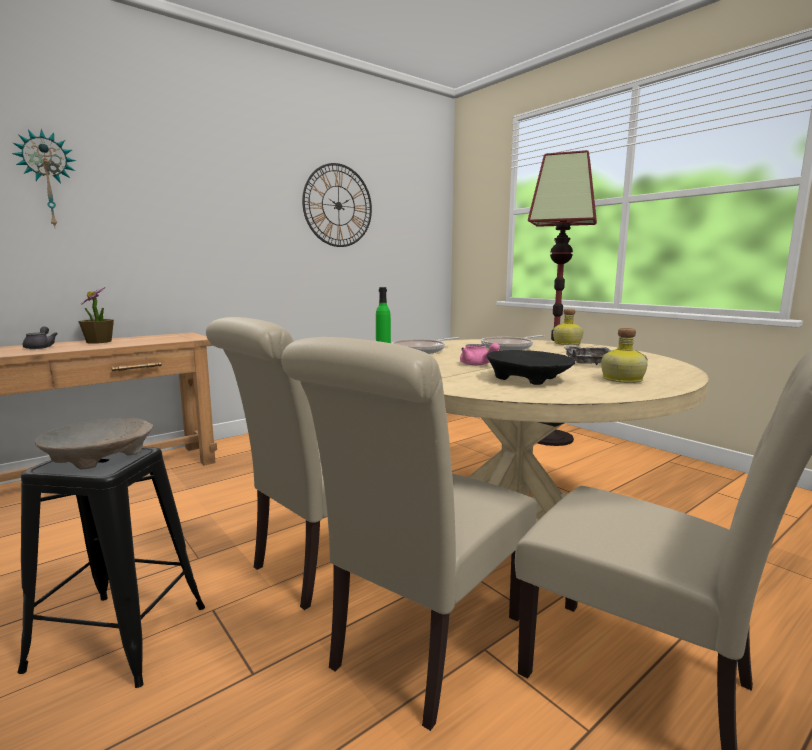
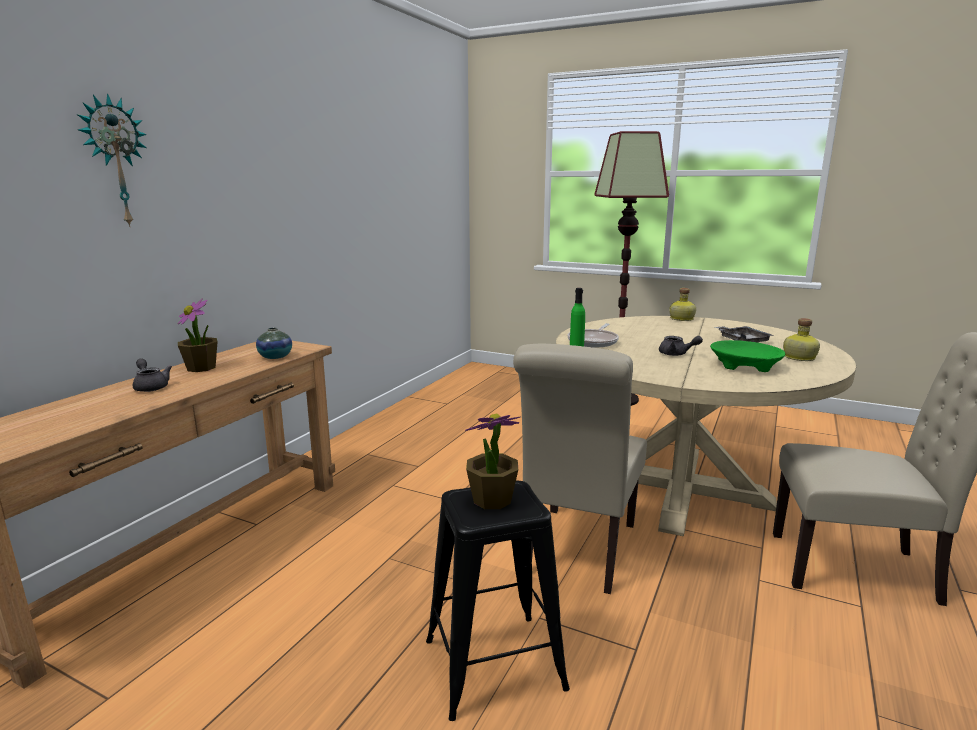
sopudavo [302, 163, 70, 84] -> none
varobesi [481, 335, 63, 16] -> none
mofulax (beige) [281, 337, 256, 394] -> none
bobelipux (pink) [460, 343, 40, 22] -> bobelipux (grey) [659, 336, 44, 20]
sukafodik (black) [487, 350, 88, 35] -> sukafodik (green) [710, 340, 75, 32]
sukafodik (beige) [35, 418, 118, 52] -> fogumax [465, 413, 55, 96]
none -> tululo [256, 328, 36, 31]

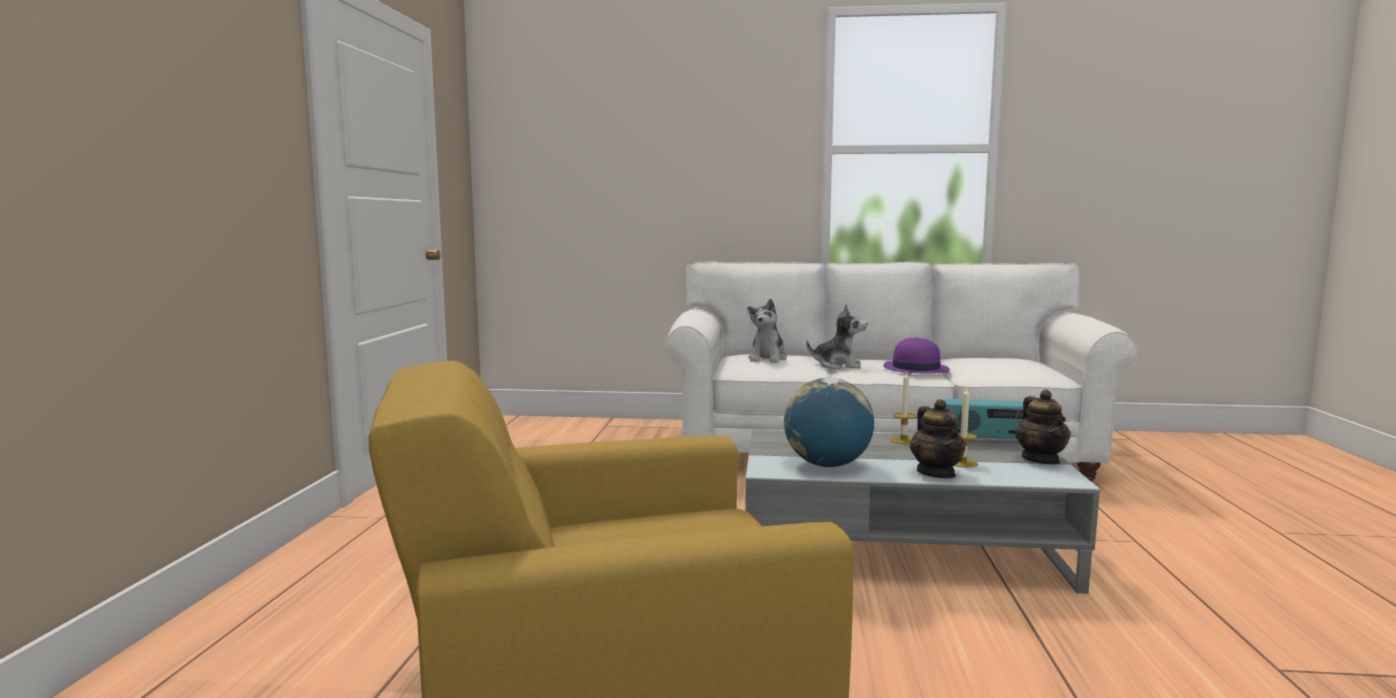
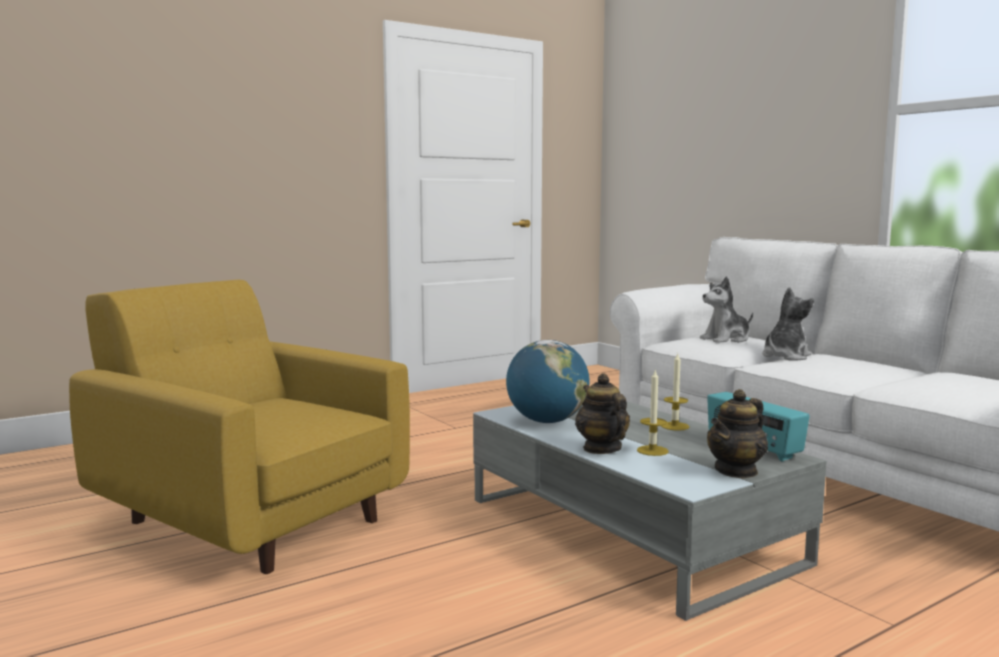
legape [806, 304, 61, 65] -> legape [762, 287, 52, 74], 105 degrees counterclockwise
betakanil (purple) [883, 337, 67, 36] -> none
bobelipux [910, 399, 56, 79] -> bobelipux [575, 373, 55, 81], 120 degrees clockwise

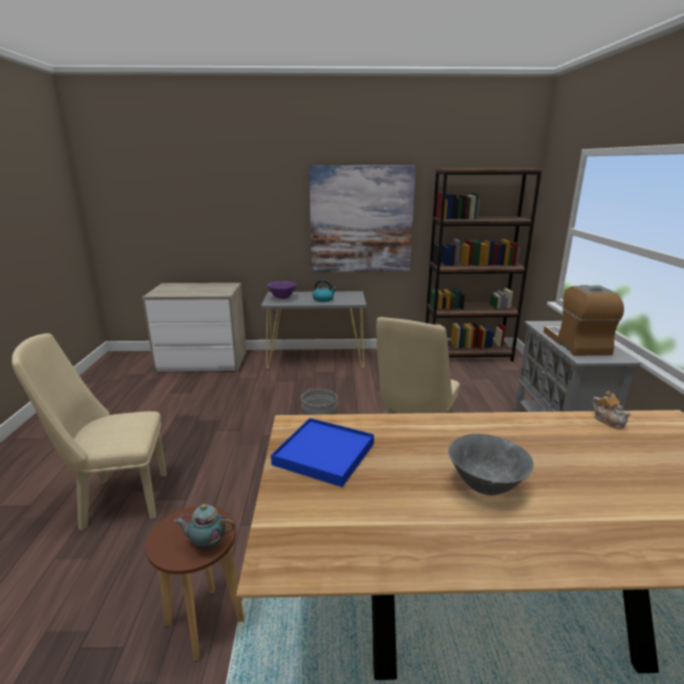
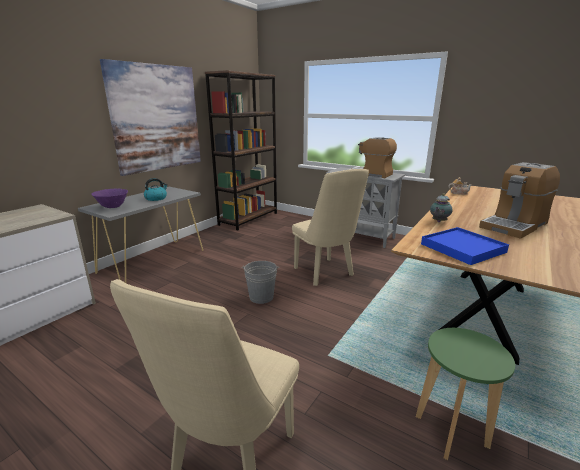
sukafodik (grey) [448, 434, 86, 61] -> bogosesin [479, 162, 81, 77]
bobelipux [174, 504, 61, 47] -> bobelipux [430, 193, 23, 29], moved
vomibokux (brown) [146, 506, 98, 155] -> vomibokux (green) [416, 328, 99, 132]

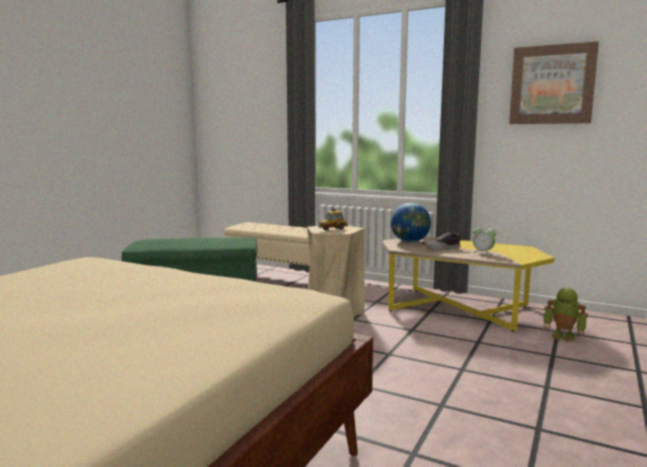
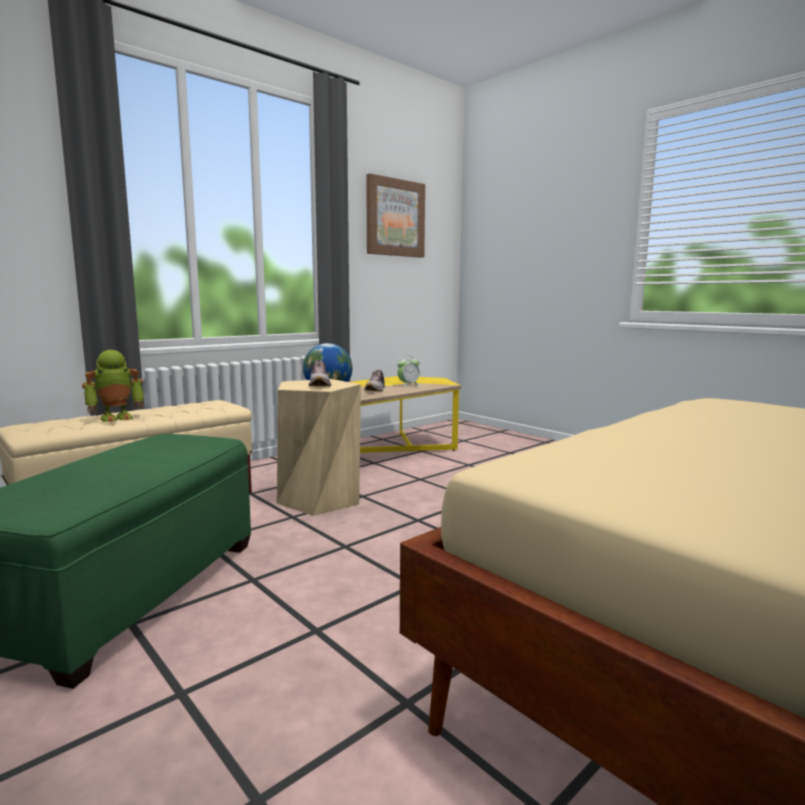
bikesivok [318, 208, 30, 22] -> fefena [309, 360, 22, 26]
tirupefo [543, 288, 45, 54] -> tirupefo [82, 350, 62, 72], moved

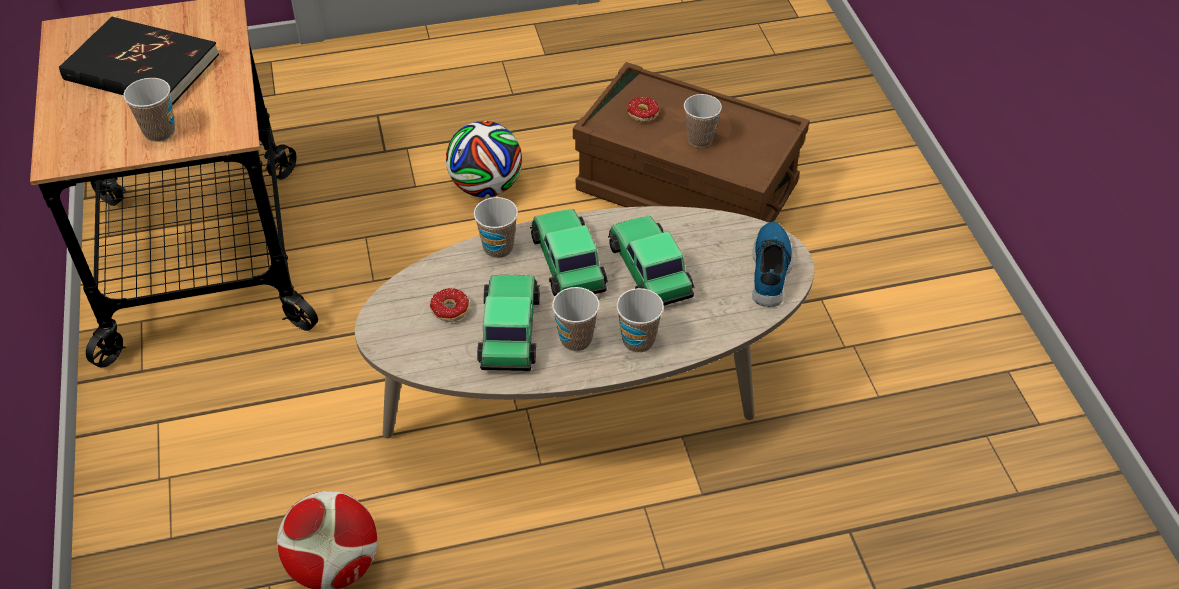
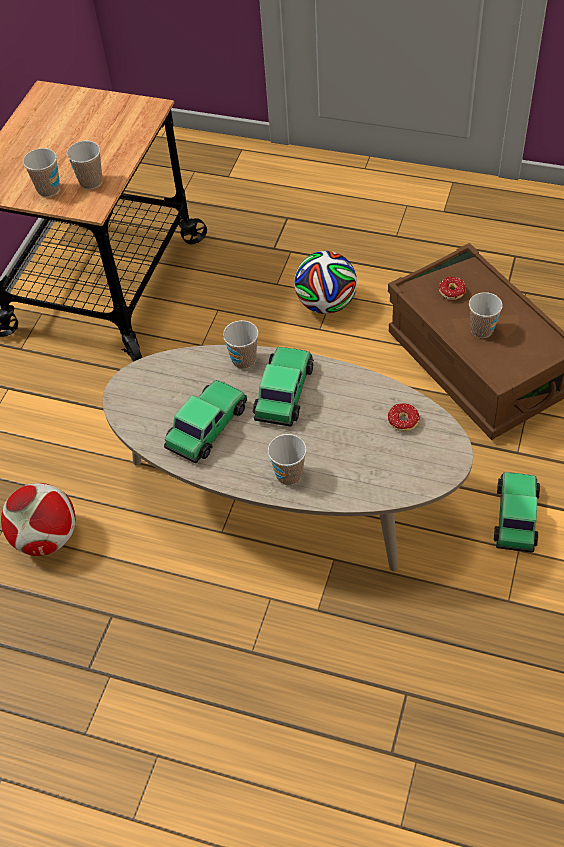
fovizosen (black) [59, 17, 160, 88] -> none
bikesivok [608, 216, 87, 89] -> bikesivok [494, 472, 46, 81], moved
fefena [752, 222, 41, 85] -> none
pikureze [552, 287, 48, 64] -> pikureze [67, 141, 35, 48], moved
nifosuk [430, 288, 39, 34] -> nifosuk [388, 404, 32, 28], moved

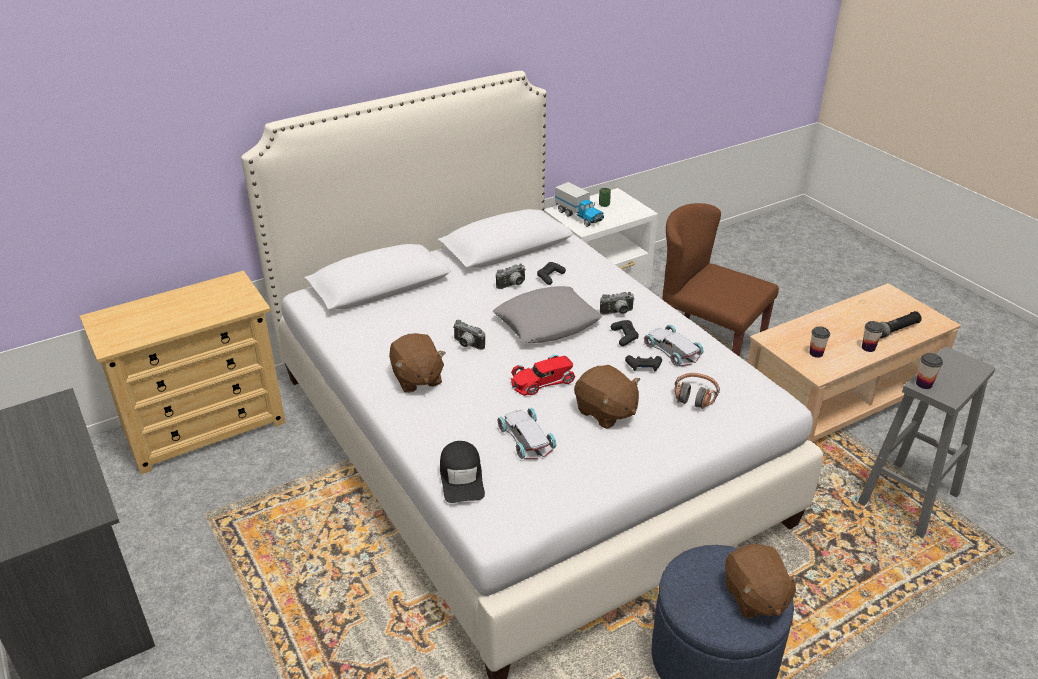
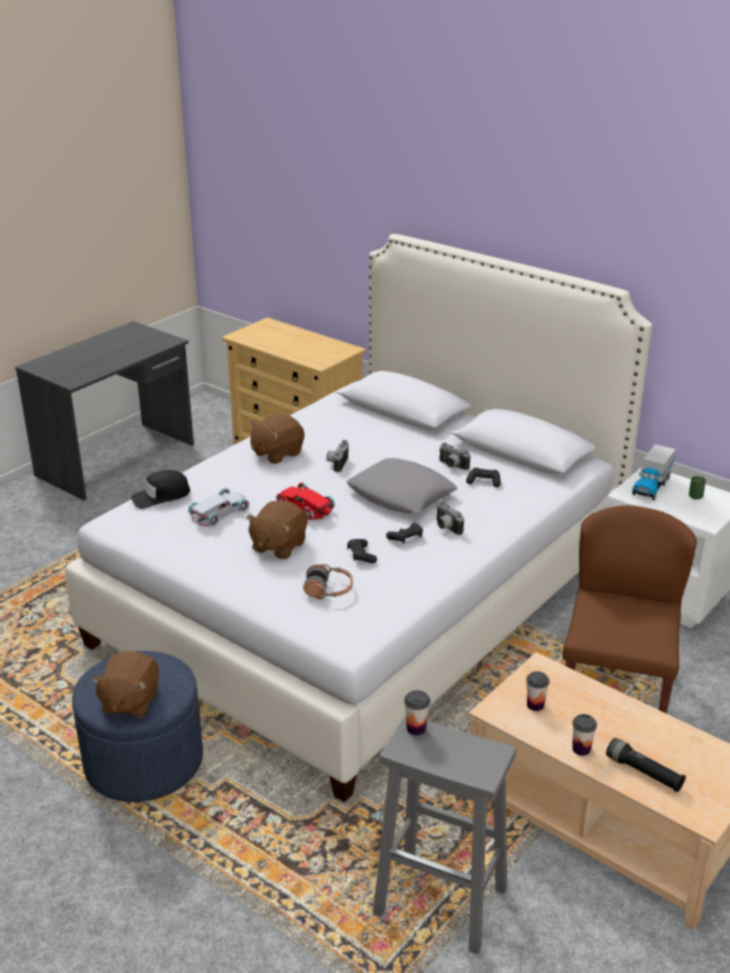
bikesivok (white) [644, 325, 60, 42] -> none
legape (brown) [725, 544, 76, 74] -> legape (brown) [91, 651, 68, 67], 45 degrees counterclockwise

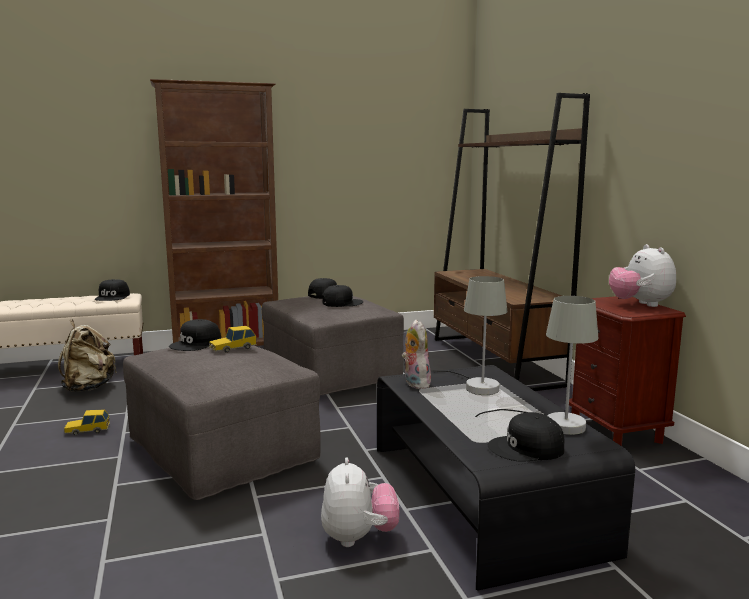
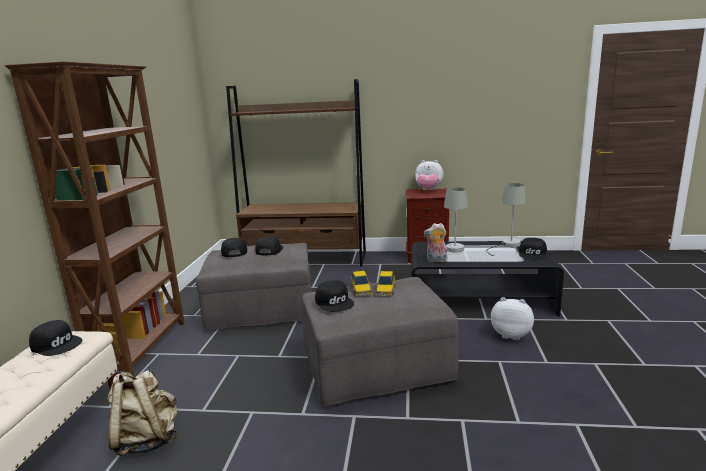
bikesivok [64, 409, 46, 26] -> bikesivok [376, 271, 20, 25], moved

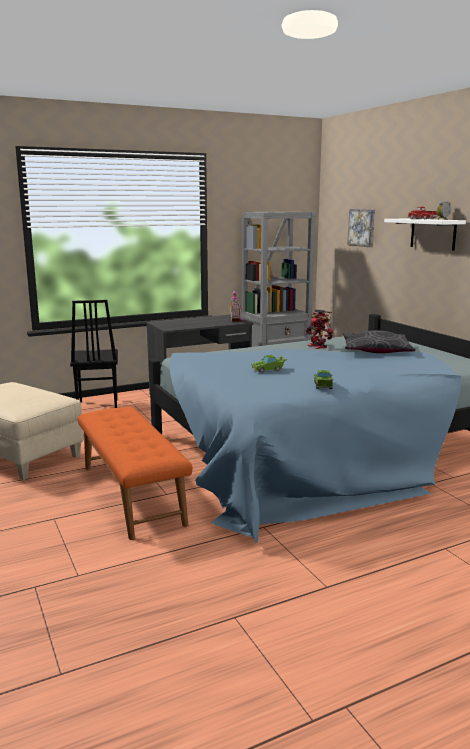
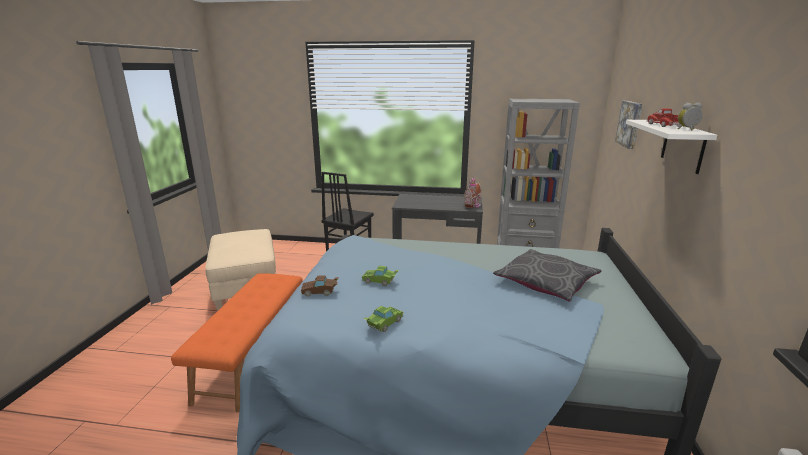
tirupefo [306, 309, 27, 40] -> none
none -> bikesivok (brown) [300, 275, 39, 22]

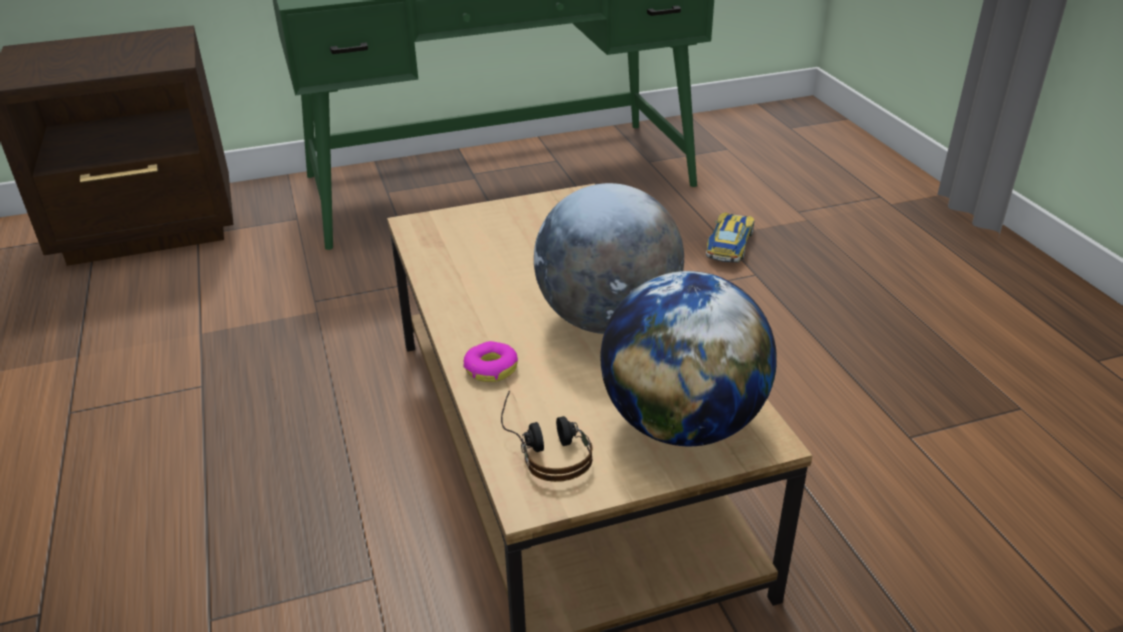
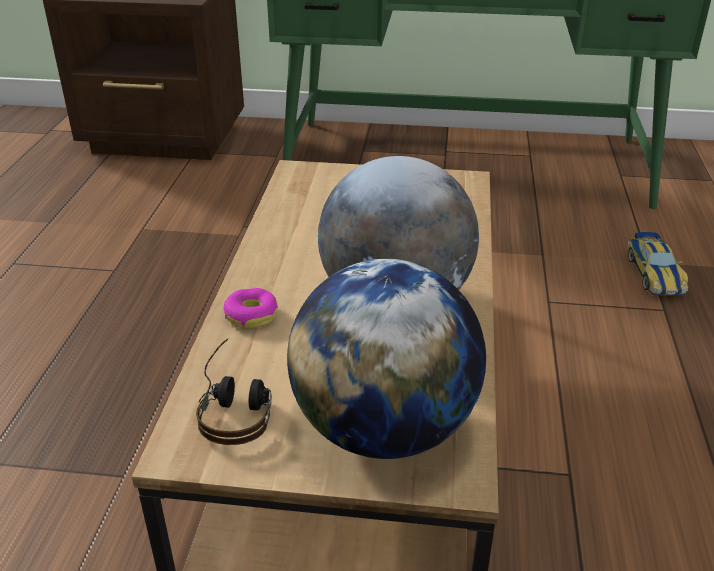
bikesivok [706, 212, 48, 50] -> bikesivok [628, 232, 60, 64], 135 degrees clockwise

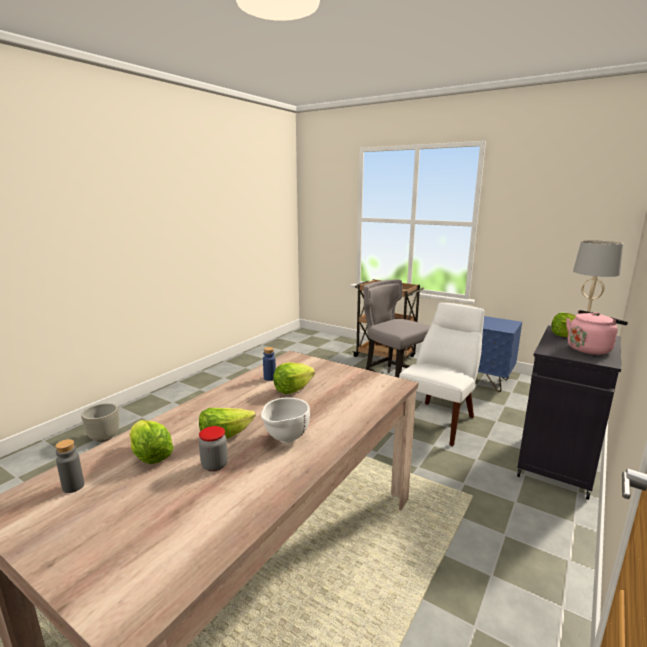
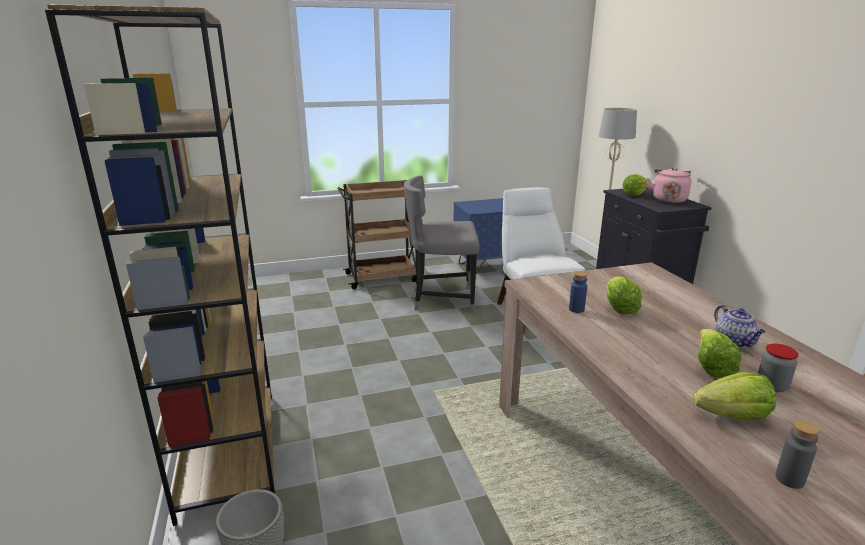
sukafodik (white) [261, 398, 49, 45] -> bobelipux [714, 305, 51, 43]
none -> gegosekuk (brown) [45, 4, 230, 522]

